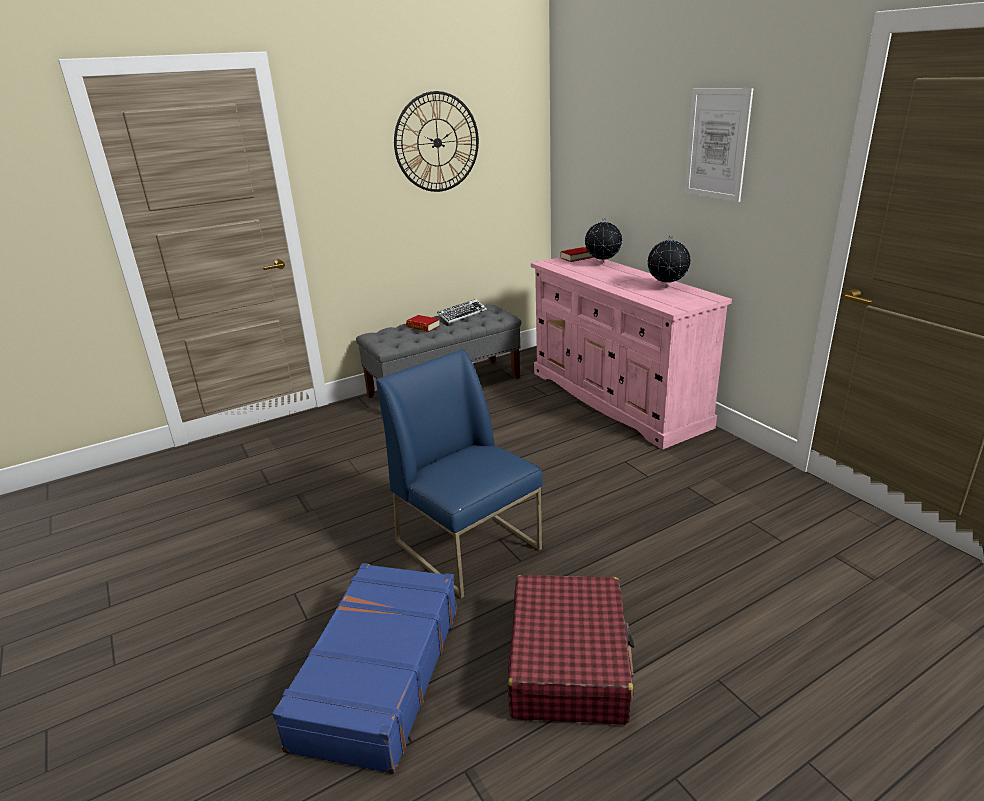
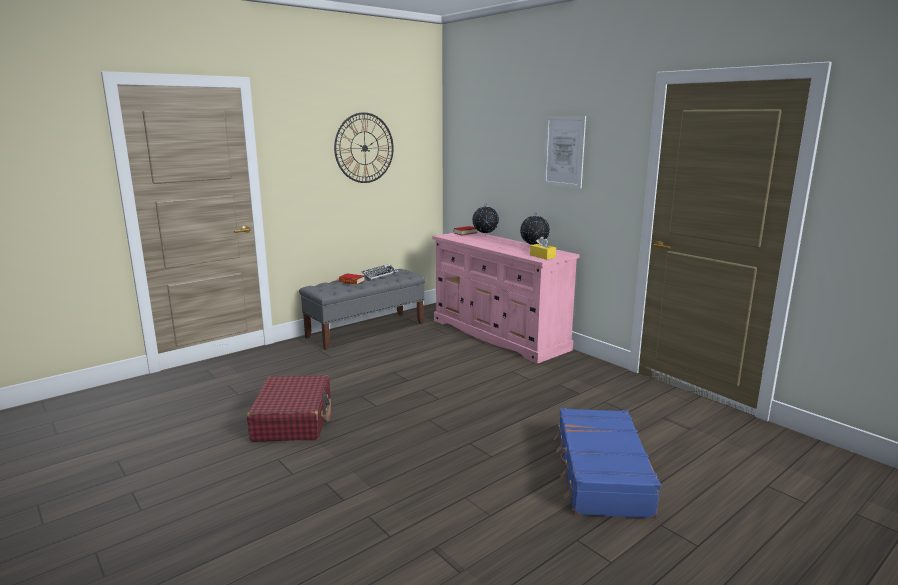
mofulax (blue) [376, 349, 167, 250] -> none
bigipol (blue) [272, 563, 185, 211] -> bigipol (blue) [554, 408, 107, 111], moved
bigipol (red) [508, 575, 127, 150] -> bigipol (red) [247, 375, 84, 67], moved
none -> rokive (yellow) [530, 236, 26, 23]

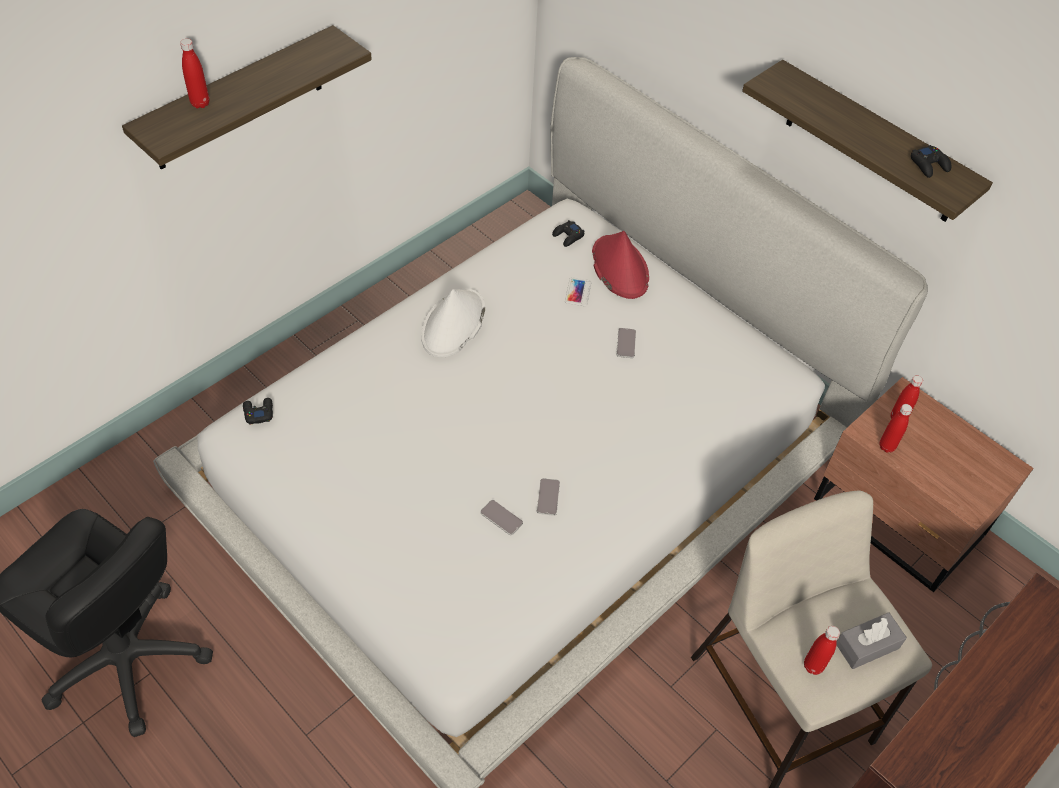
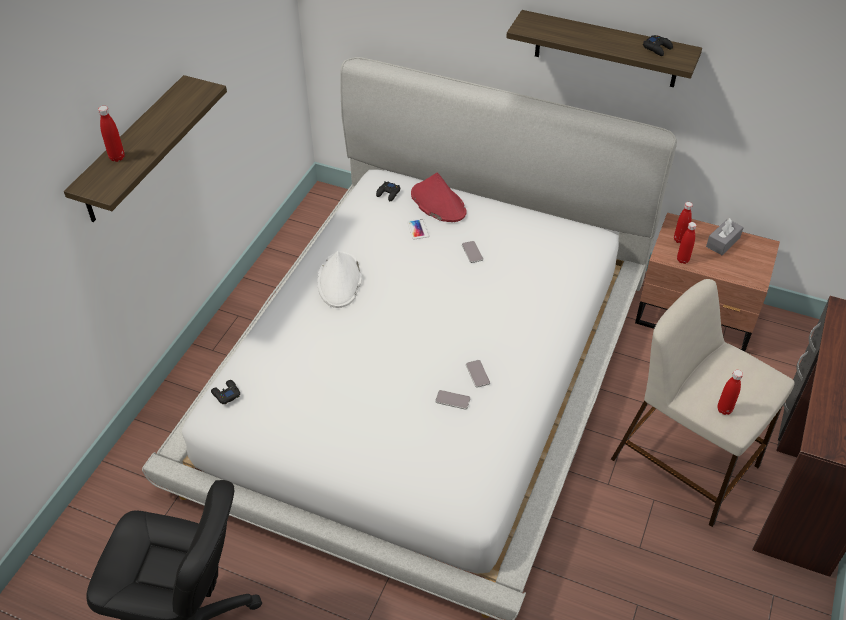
rokive (grey) [836, 612, 71, 57] -> rokive (grey) [706, 218, 38, 37], moved

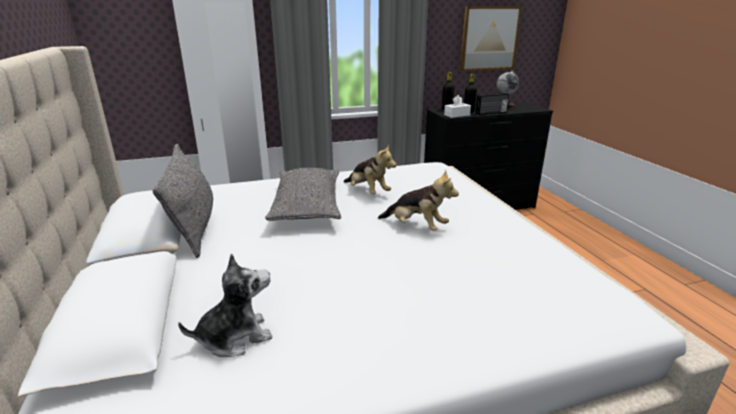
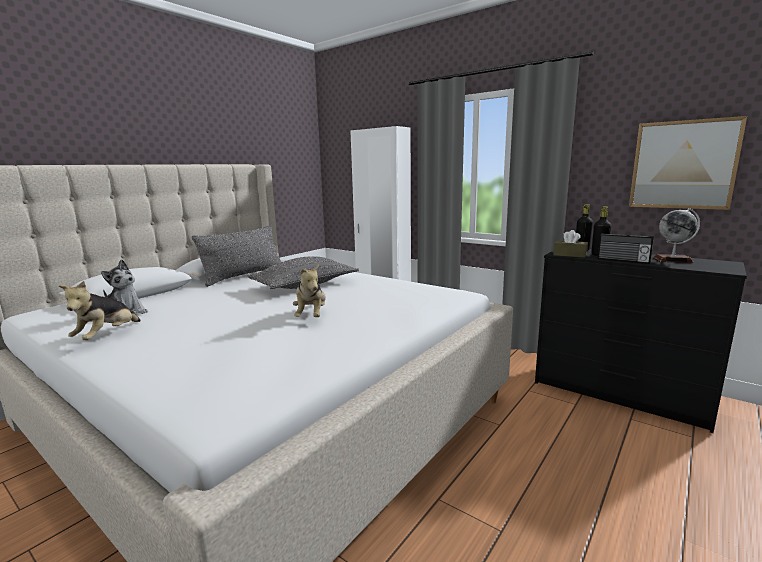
rokive (white) [444, 95, 27, 23] -> rokive (brown) [553, 230, 35, 28]
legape [344, 145, 52, 49] -> legape [59, 281, 82, 59], moved

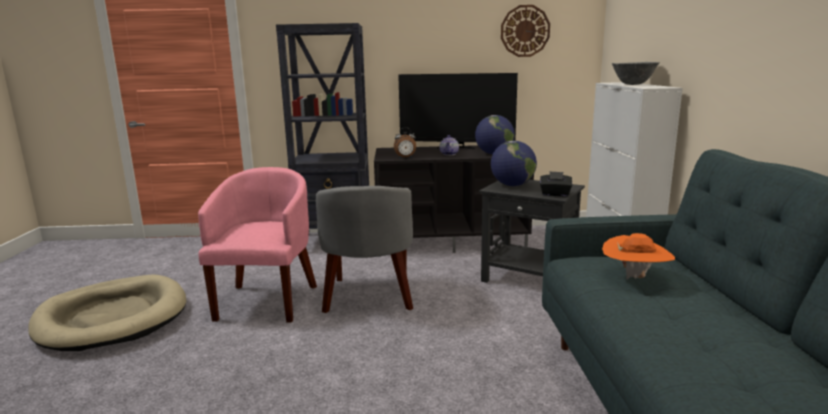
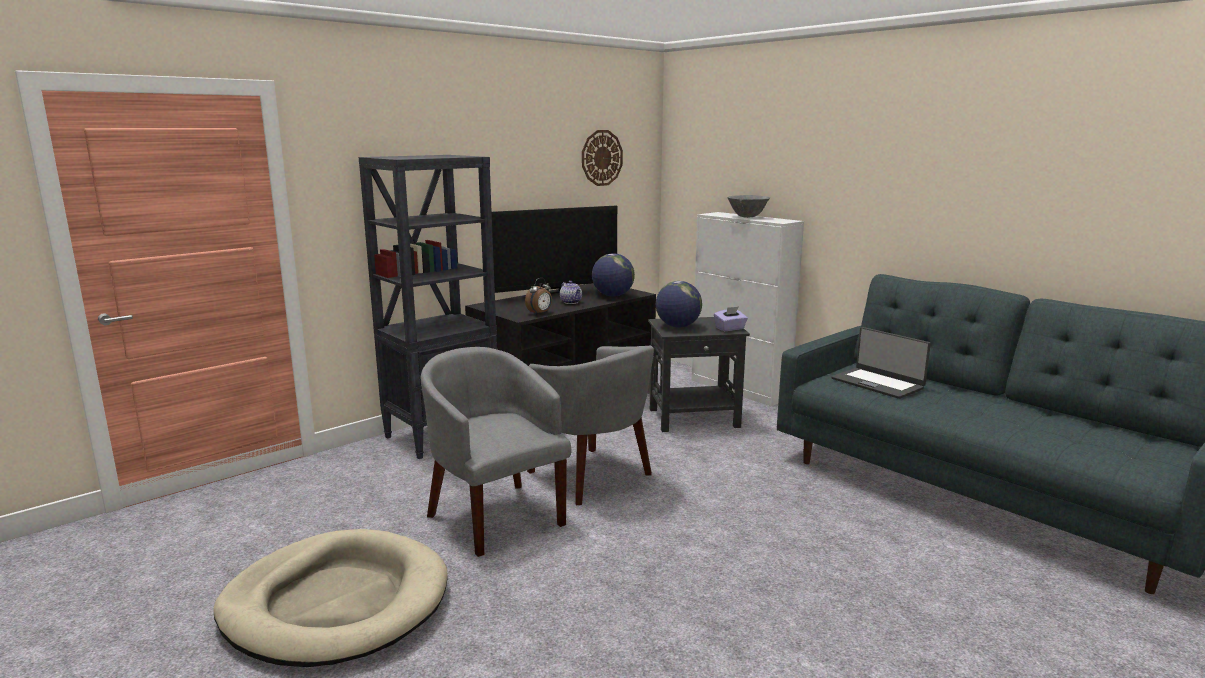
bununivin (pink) [198, 167, 119, 156] -> bununivin (grey) [421, 347, 150, 210]
rokive (black) [540, 171, 32, 25] -> rokive (purple) [714, 307, 34, 24]
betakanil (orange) [602, 233, 73, 47] -> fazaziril [831, 327, 100, 72]

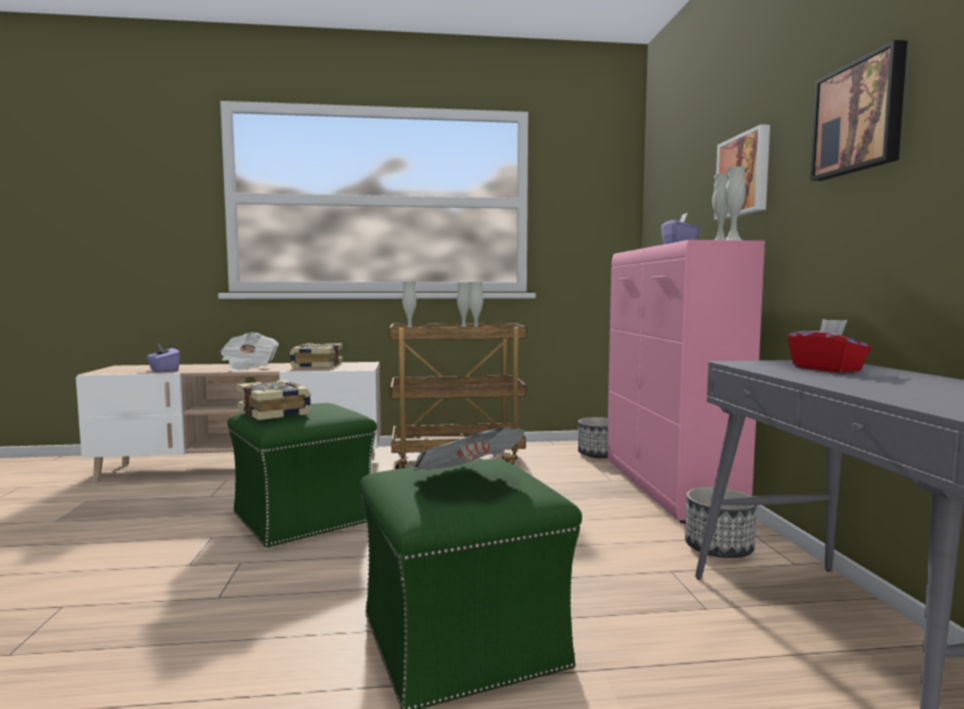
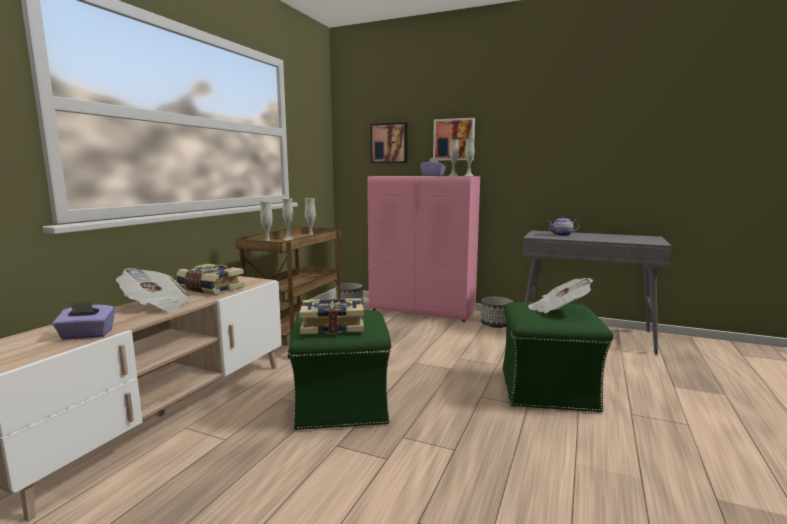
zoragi [810, 40, 97, 141] -> zoragi [370, 122, 38, 41], moved
rokive (red) [788, 319, 83, 54] -> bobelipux [547, 216, 33, 20]

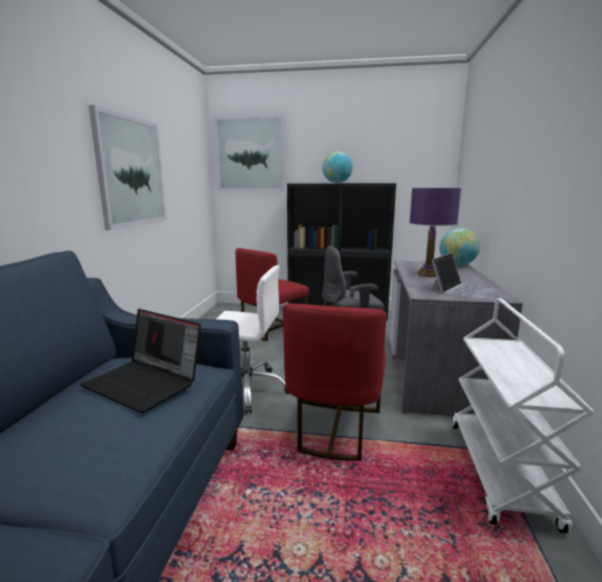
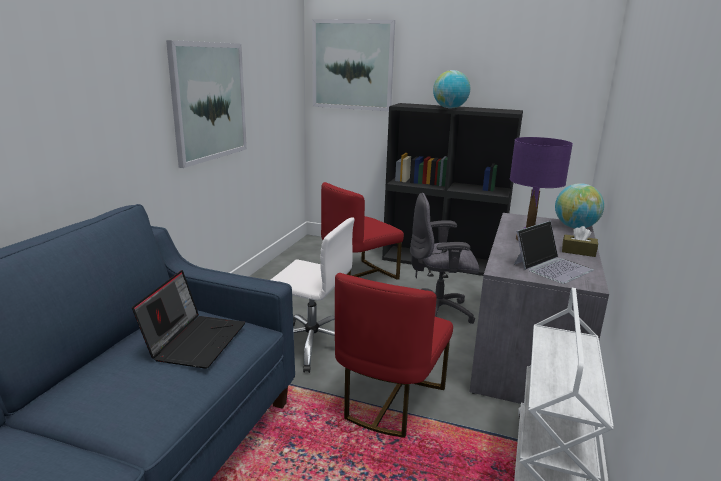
fazaziril [80, 309, 121, 104] -> fazaziril [132, 270, 113, 99], 120 degrees counterclockwise
none -> rokive (brown) [562, 226, 36, 31]

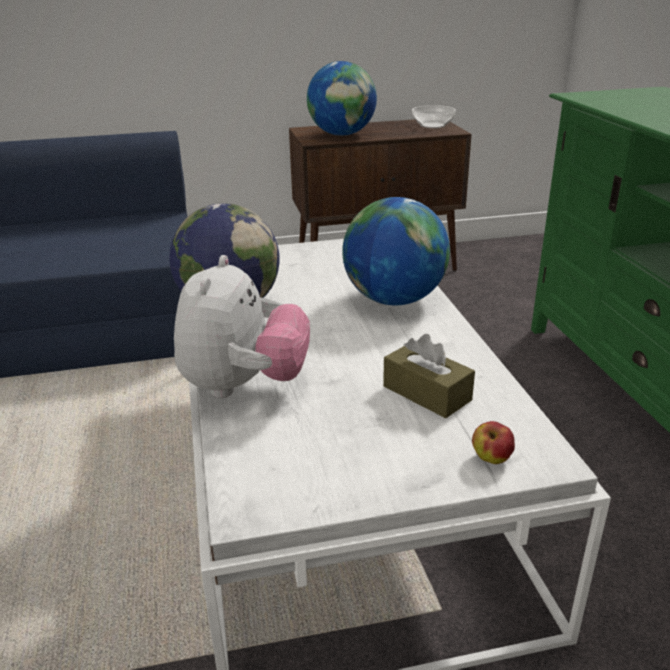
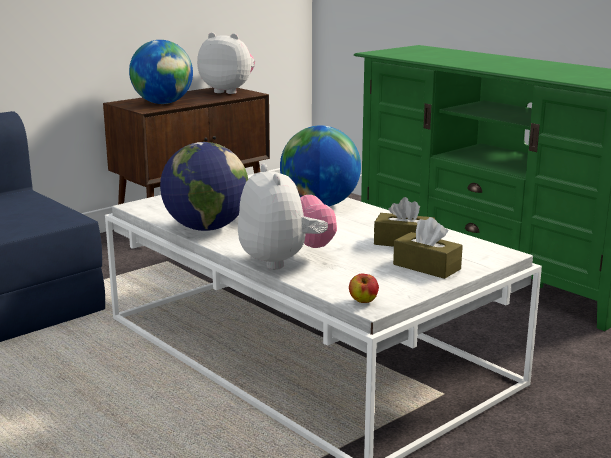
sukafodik [412, 105, 44, 23] -> legape [197, 32, 58, 62]
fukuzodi [472, 421, 43, 43] -> fukuzodi [349, 274, 30, 29], moved
none -> rokive (brown) [393, 217, 70, 62]

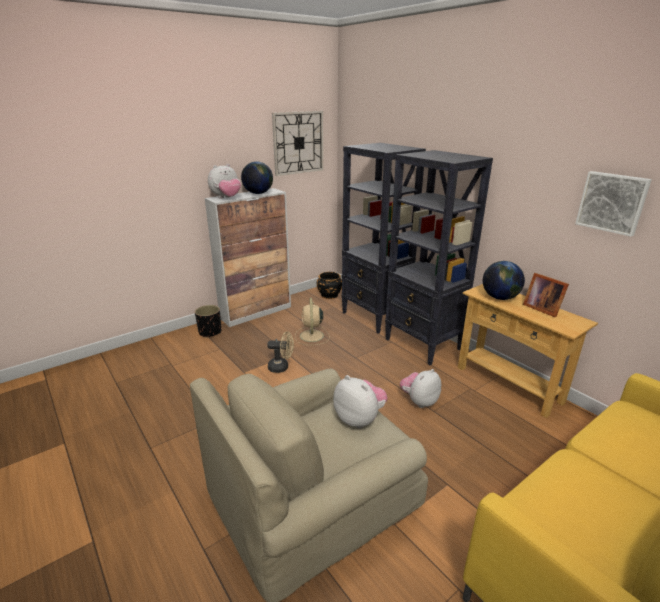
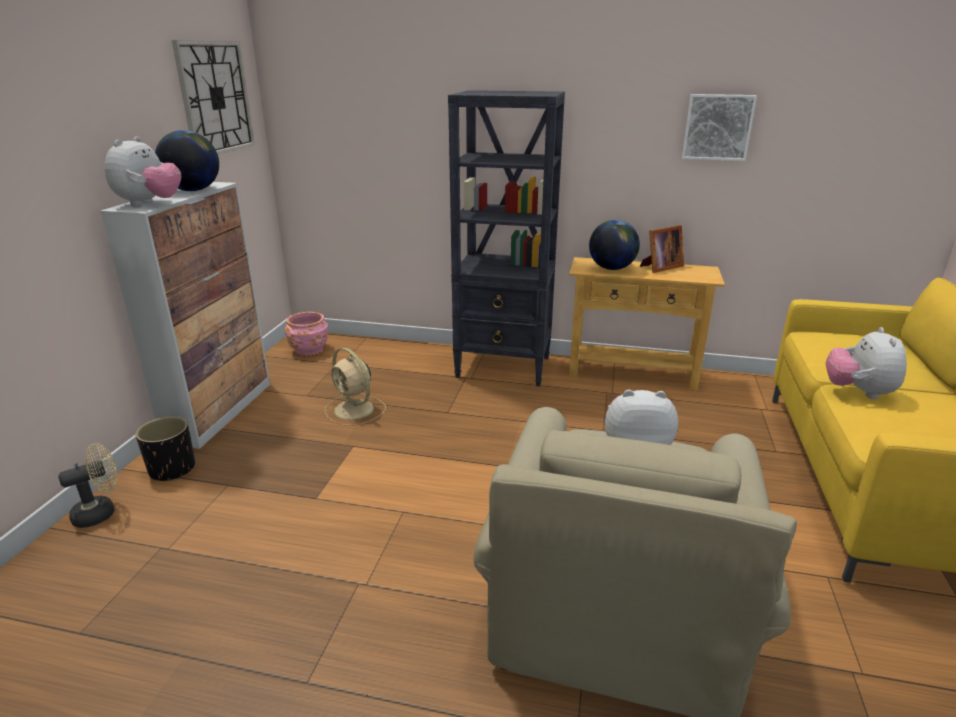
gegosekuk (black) [341, 143, 85, 191] -> none
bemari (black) [317, 272, 25, 27] -> bemari (pink) [285, 312, 43, 45]
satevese [523, 273, 46, 44] -> satevese [640, 225, 44, 48], 45 degrees counterclockwise
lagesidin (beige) [267, 332, 27, 41] -> lagesidin (beige) [58, 443, 59, 85], moved
legape [400, 369, 41, 39] -> legape [826, 327, 81, 72], moved

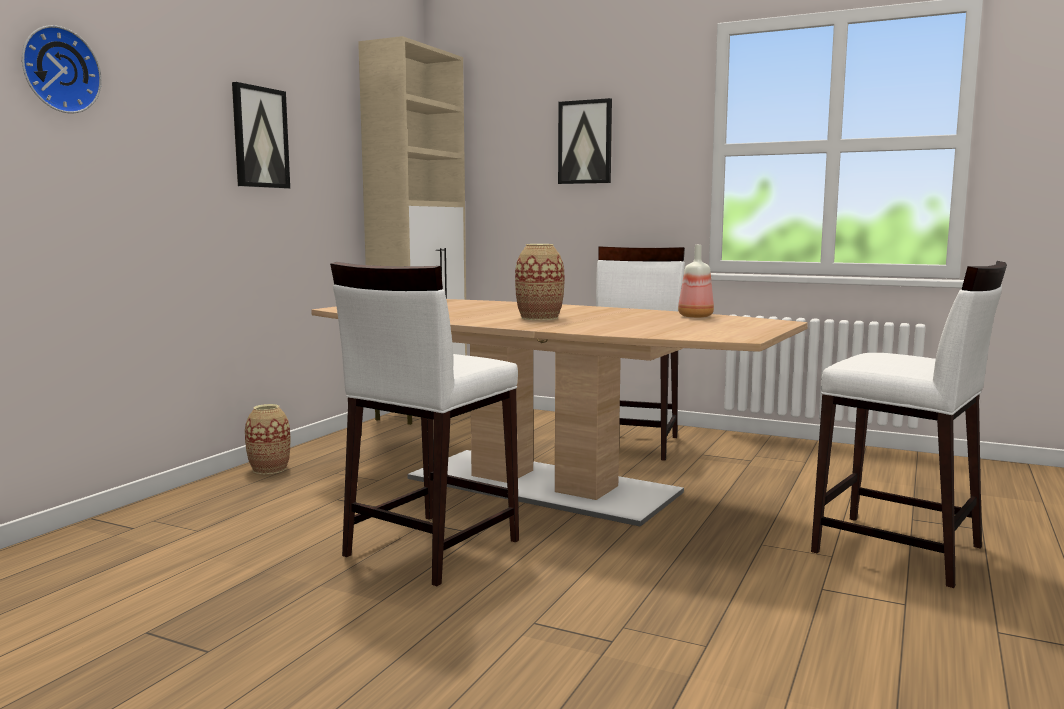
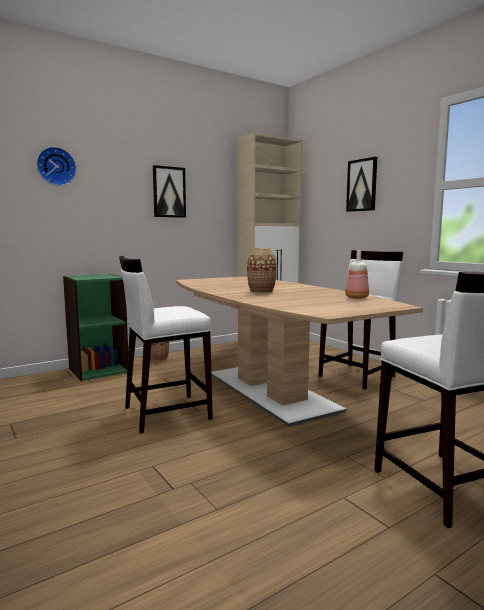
none -> gegosekuk (green) [63, 274, 65, 107]

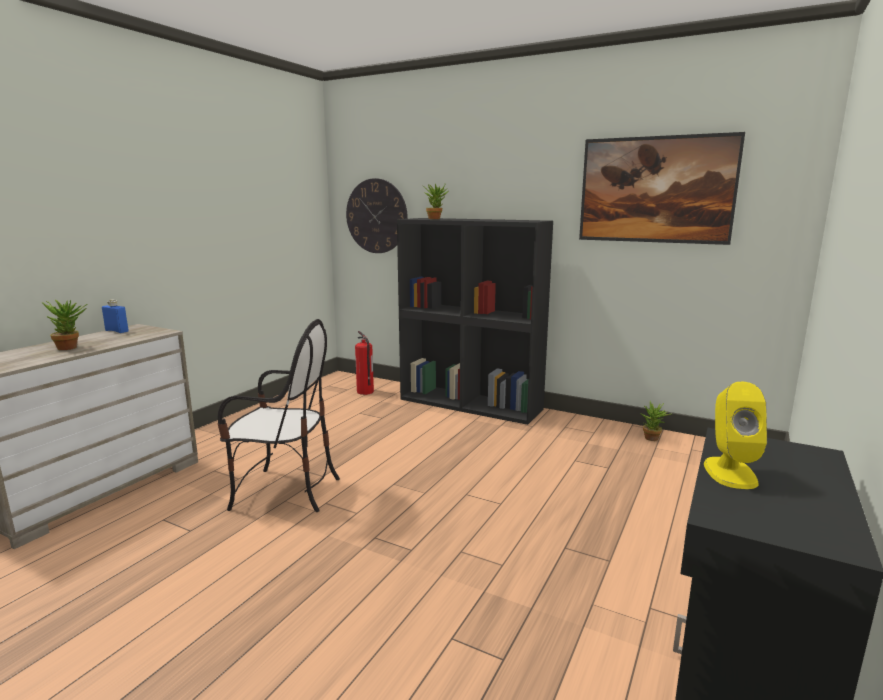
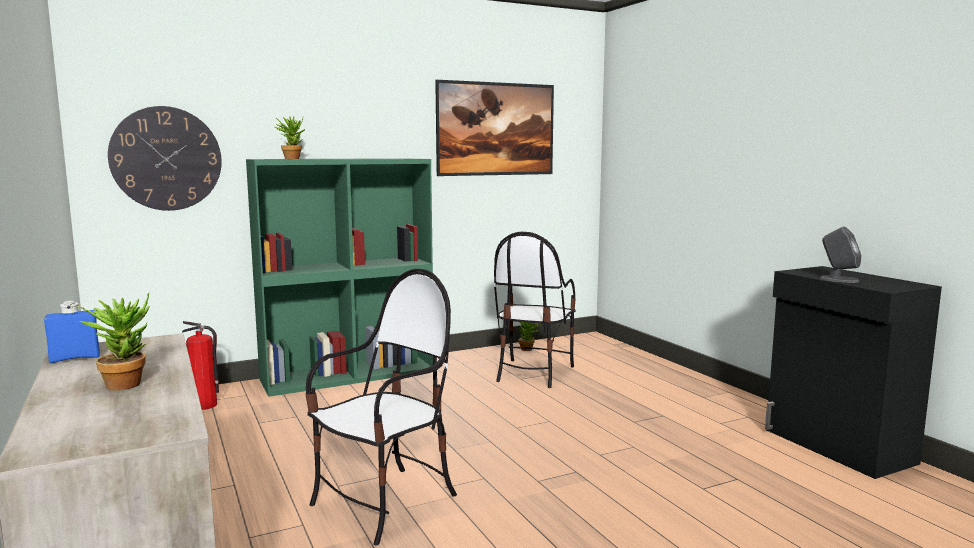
gegosekuk (black) [397, 218, 156, 207] -> gegosekuk (green) [246, 158, 187, 239]
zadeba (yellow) [704, 382, 63, 107] -> zadeba (grey) [820, 226, 41, 57]
none -> mofulax [494, 232, 82, 156]

